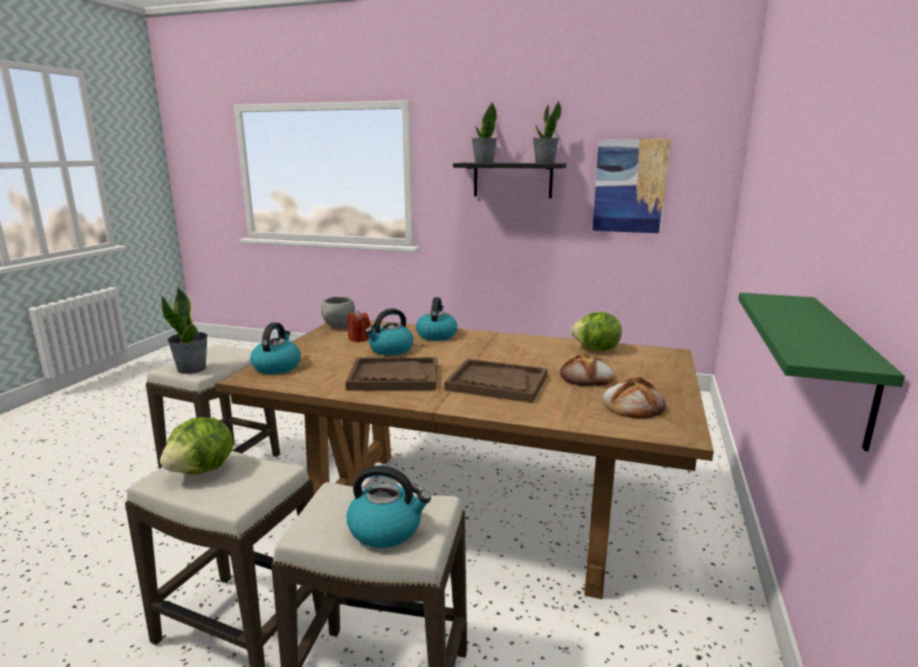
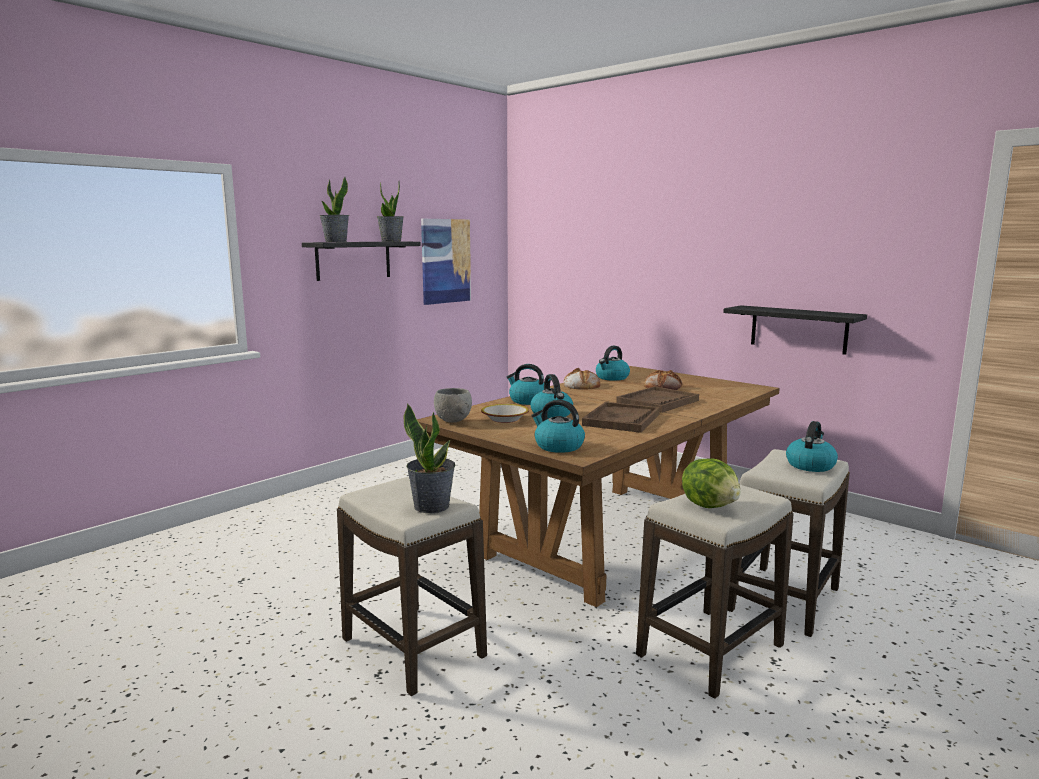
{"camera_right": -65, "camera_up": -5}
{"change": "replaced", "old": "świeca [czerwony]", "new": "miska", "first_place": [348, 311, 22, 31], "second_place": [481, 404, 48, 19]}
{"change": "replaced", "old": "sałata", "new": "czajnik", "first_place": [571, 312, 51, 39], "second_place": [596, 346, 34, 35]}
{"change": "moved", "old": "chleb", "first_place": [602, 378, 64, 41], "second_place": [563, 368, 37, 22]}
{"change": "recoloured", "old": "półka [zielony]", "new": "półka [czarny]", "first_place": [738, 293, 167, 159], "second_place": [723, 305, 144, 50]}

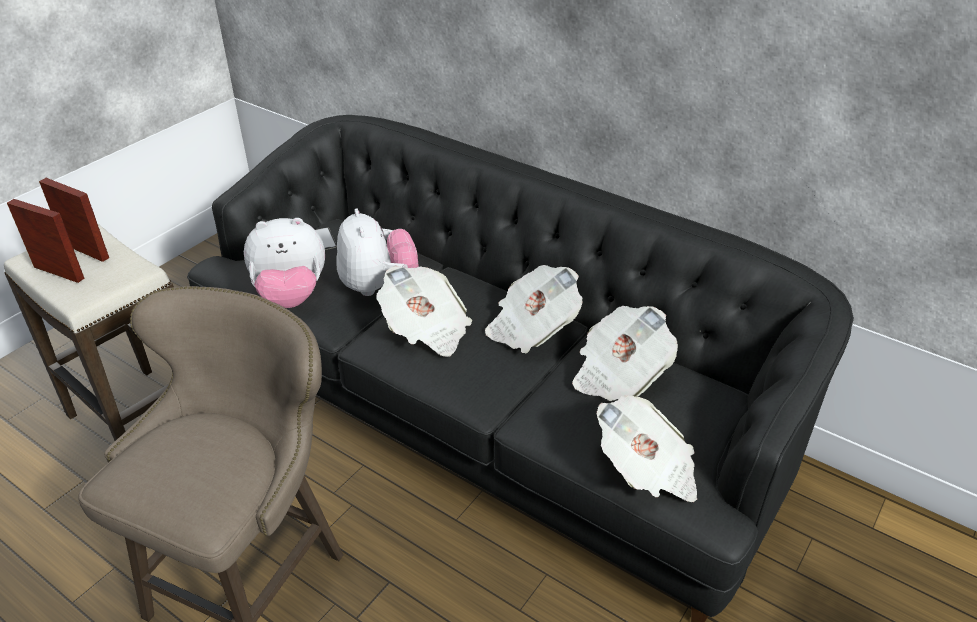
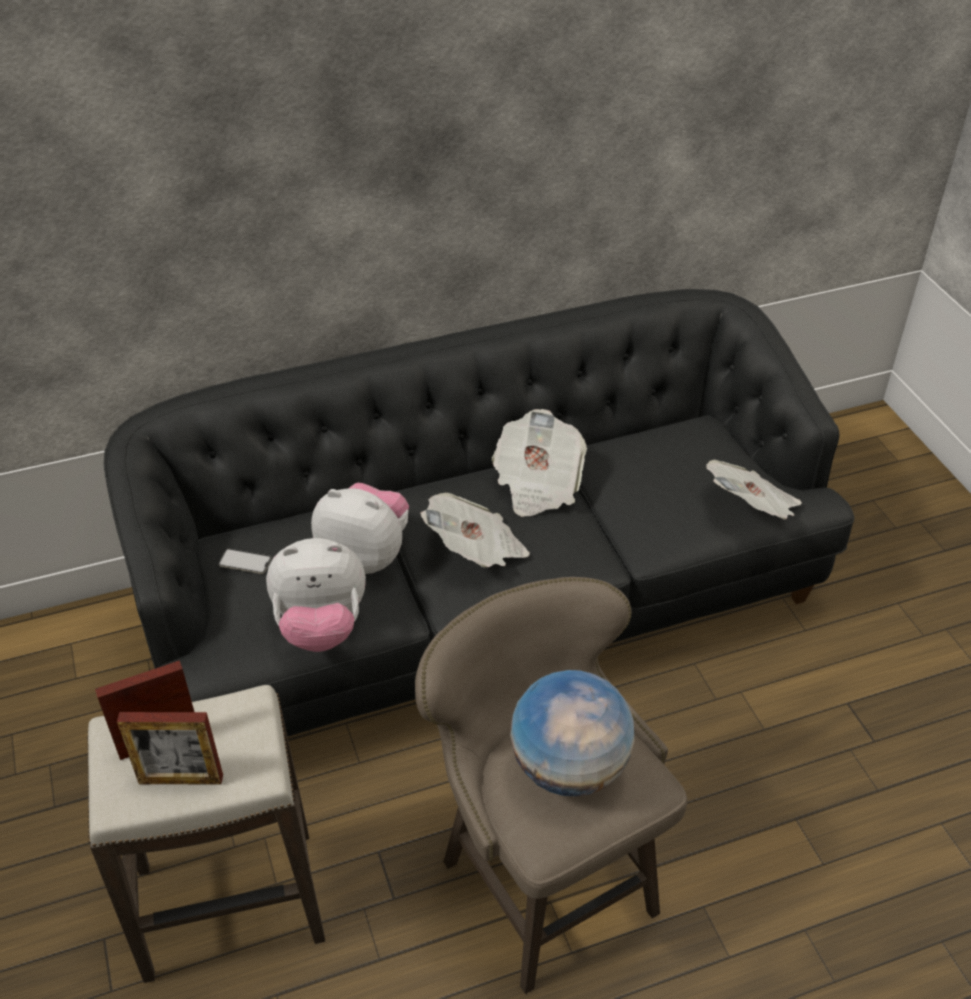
{"camera_right": -55, "camera_up": 5}
{"change": "turned", "old": "ramka na zdjęcie", "first_place": [7, 199, 77, 84], "second_place": [117, 712, 106, 73], "degrees": -150}
{"change": "turned", "old": "pluszak", "first_place": [244, 218, 81, 90], "second_place": [266, 538, 100, 114], "degrees": 60}
{"change": "removed", "old": "gazeta", "first_place": [572, 306, 106, 95]}
{"change": "added", "new": "globus", "second_place": [510, 670, 125, 126]}

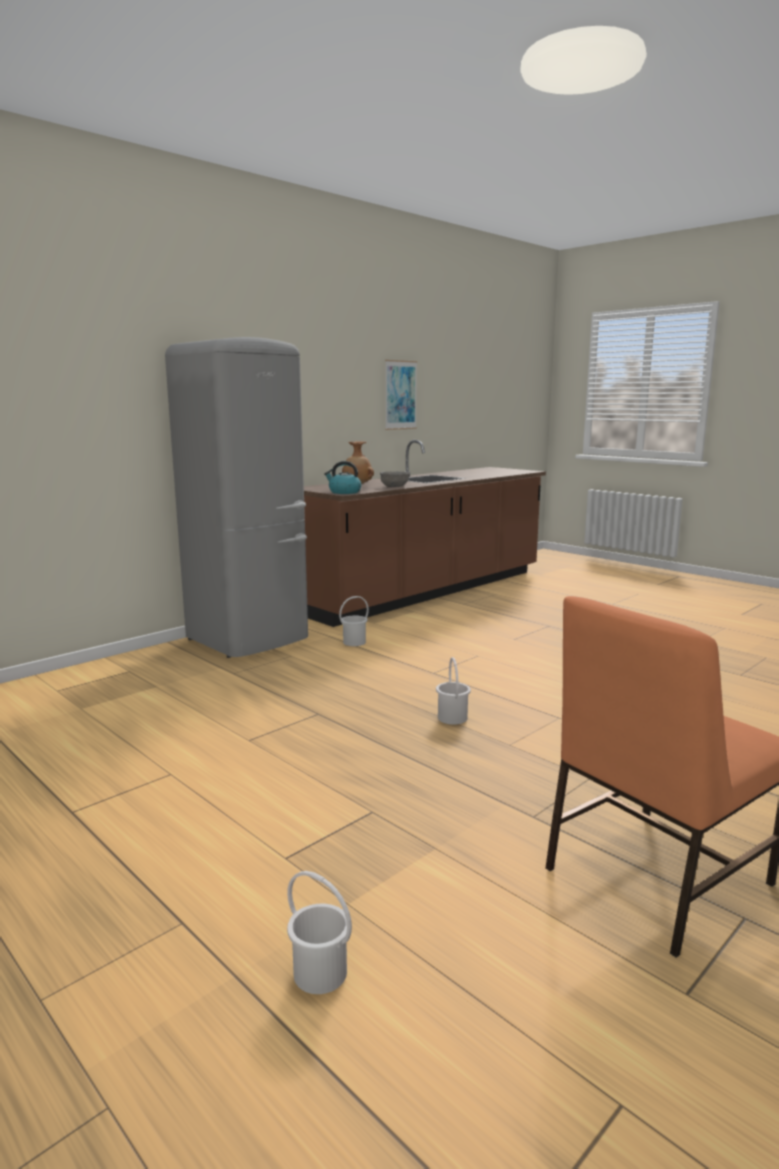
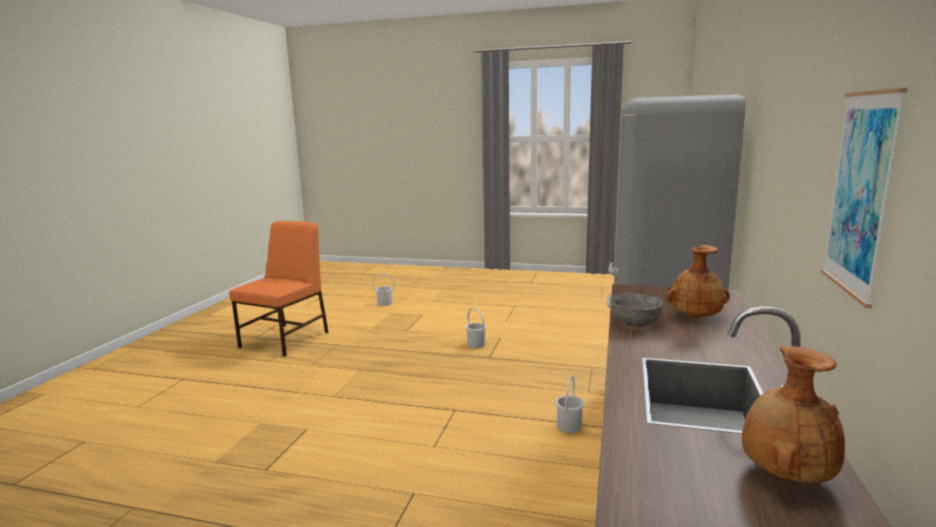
{"camera_right": 150, "camera_up": 0}
{"change": "removed", "old": "czajnik", "first_place": [324, 461, 37, 33]}
{"change": "moved", "old": "wiadro [biały]", "first_place": [436, 657, 35, 68], "second_place": [465, 308, 22, 40]}
{"change": "added", "new": "wazon [brązowy]", "second_place": [742, 346, 103, 137]}

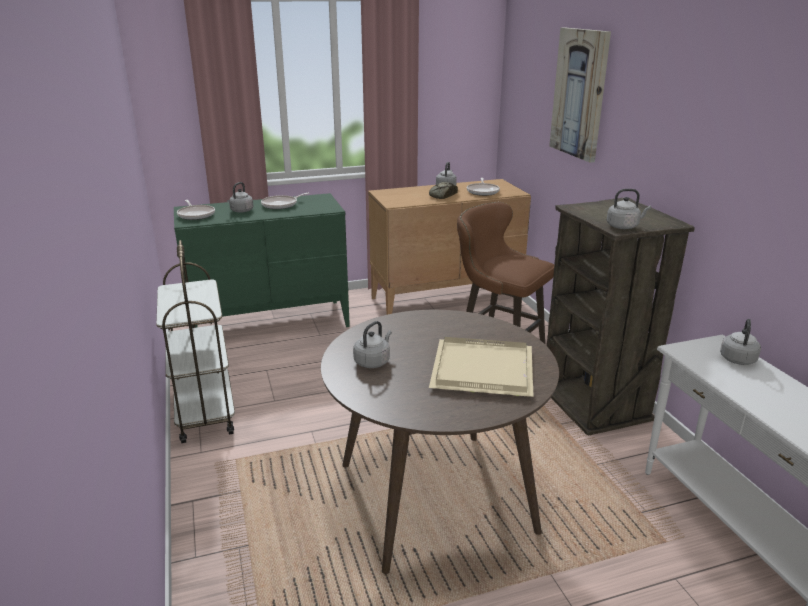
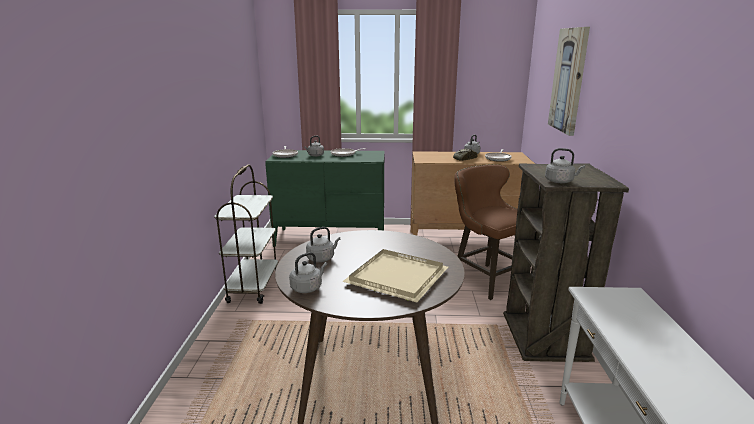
{"camera_right": 20, "camera_up": -5}
{"change": "moved", "old": "czajnik [szary]", "first_place": [720, 319, 41, 46], "second_place": [289, 252, 38, 41]}

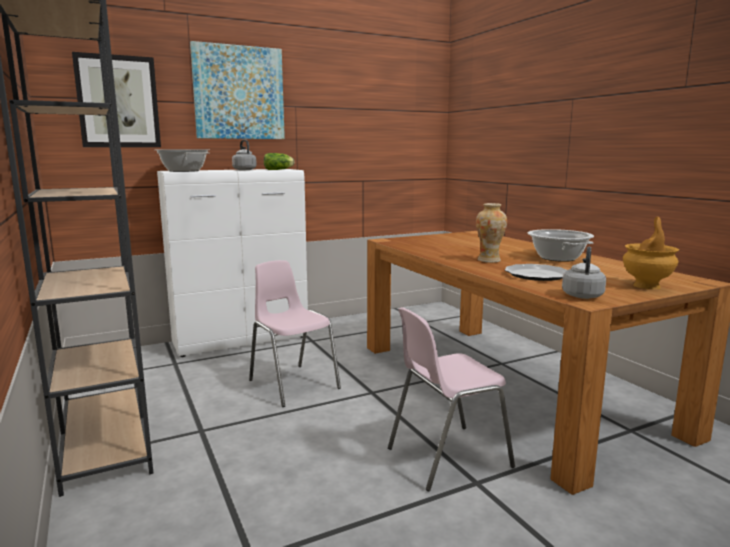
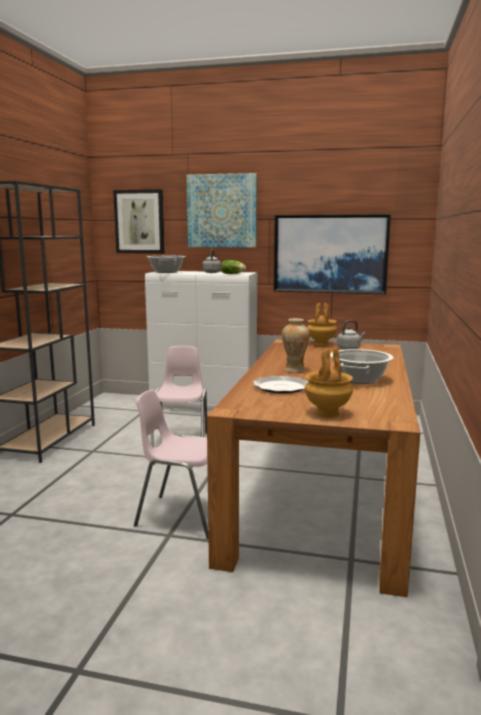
{"camera_right": 40, "camera_up": 0}
{"change": "moved", "old": "czajnik [szary]", "first_place": [562, 247, 44, 52], "second_place": [337, 320, 28, 30]}
{"change": "added", "new": "obraz", "second_place": [274, 214, 117, 80]}
{"change": "added", "new": "wazon [brązowy]", "second_place": [307, 303, 30, 43]}

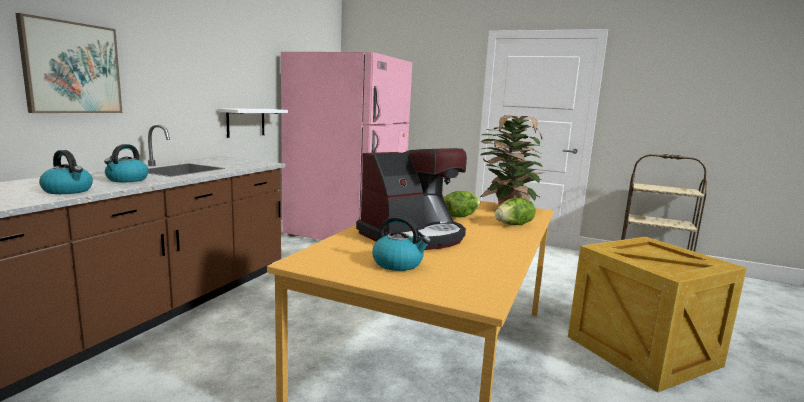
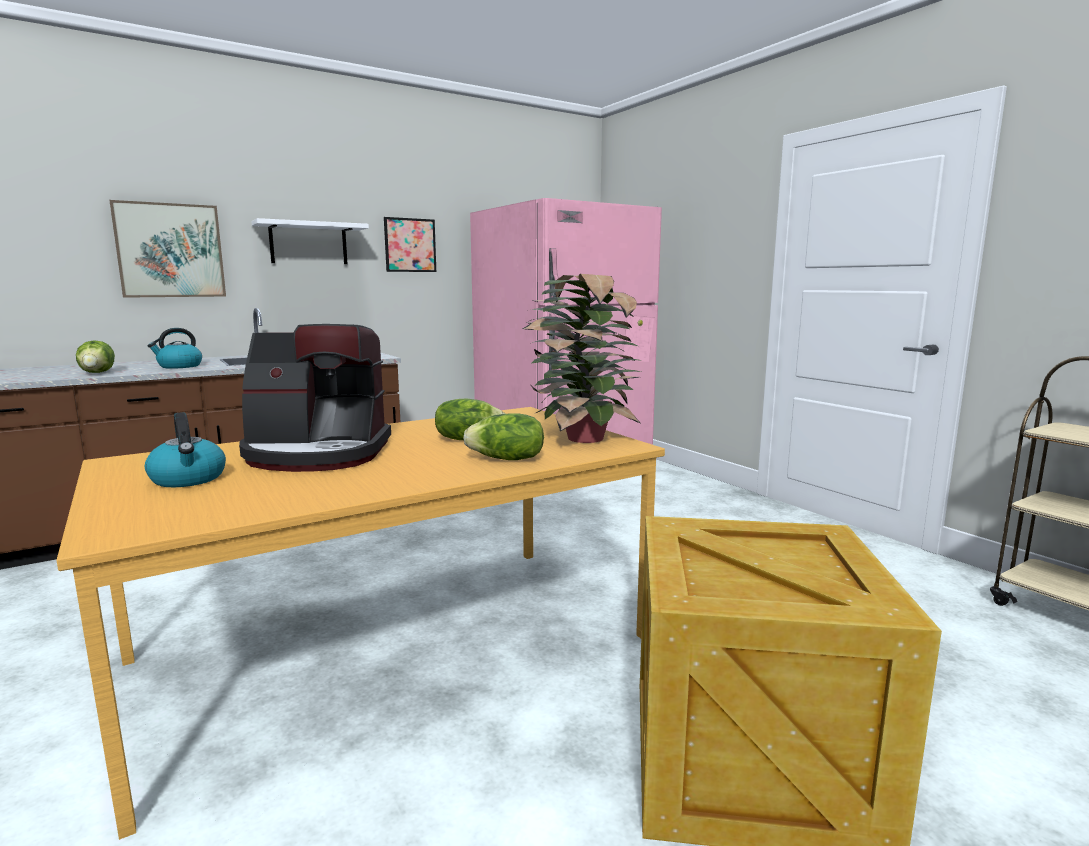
{"camera_right": 35, "camera_up": 0}
{"change": "replaced", "old": "czajnik", "new": "sałata", "first_place": [39, 150, 54, 44], "second_place": [76, 340, 39, 33]}
{"change": "moved", "old": "półka [biały]", "first_place": [218, 108, 70, 30], "second_place": [251, 218, 118, 46]}
{"change": "added", "new": "obraz", "second_place": [384, 217, 52, 55]}

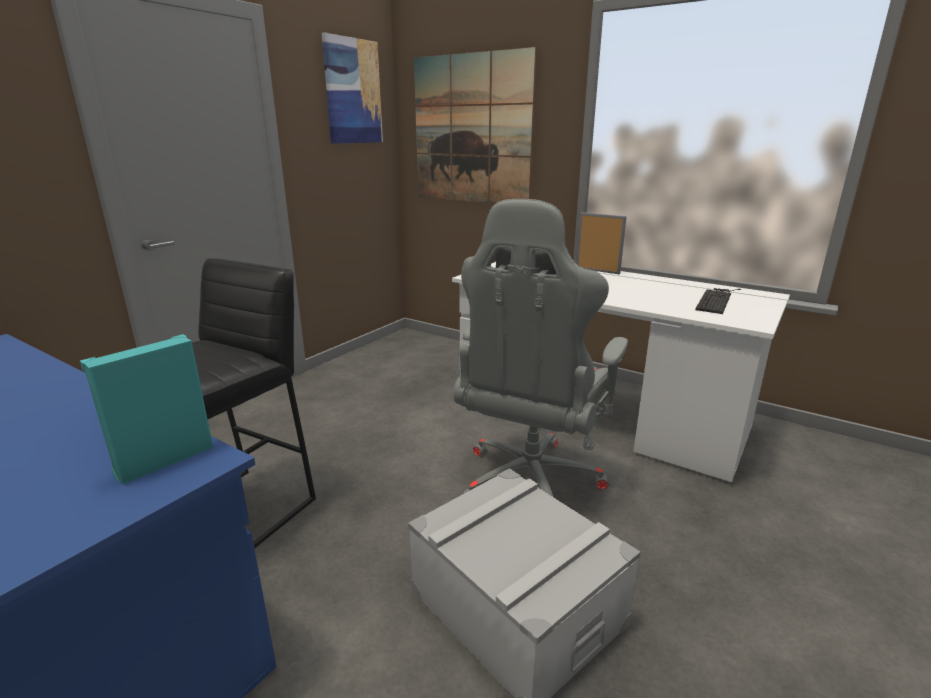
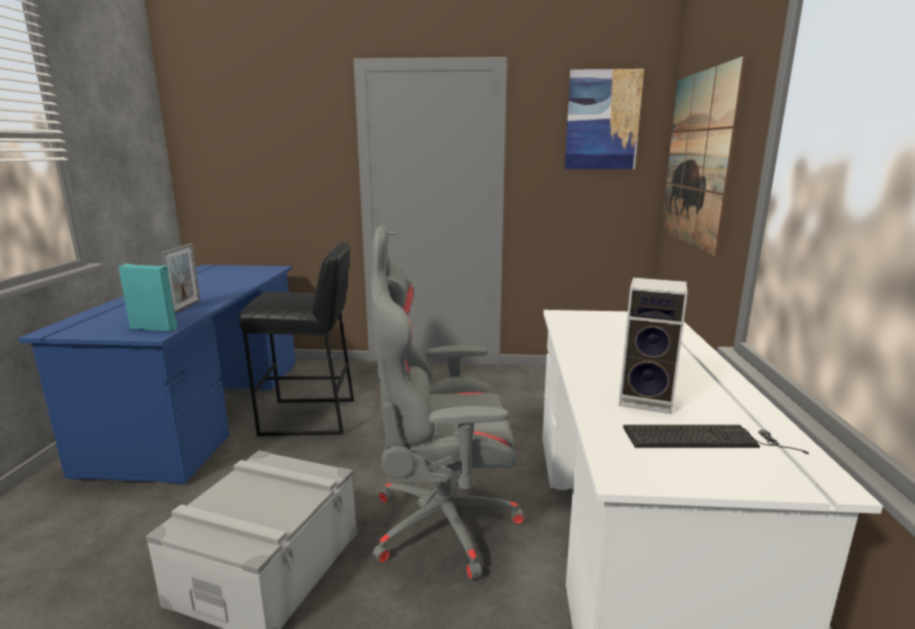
{"camera_right": 60, "camera_up": -5}
{"change": "moved", "old": "ramka na zdjęcie", "first_place": [576, 212, 51, 62], "second_place": [161, 243, 39, 71]}
{"change": "added", "new": "głośnik", "second_place": [619, 277, 69, 137]}

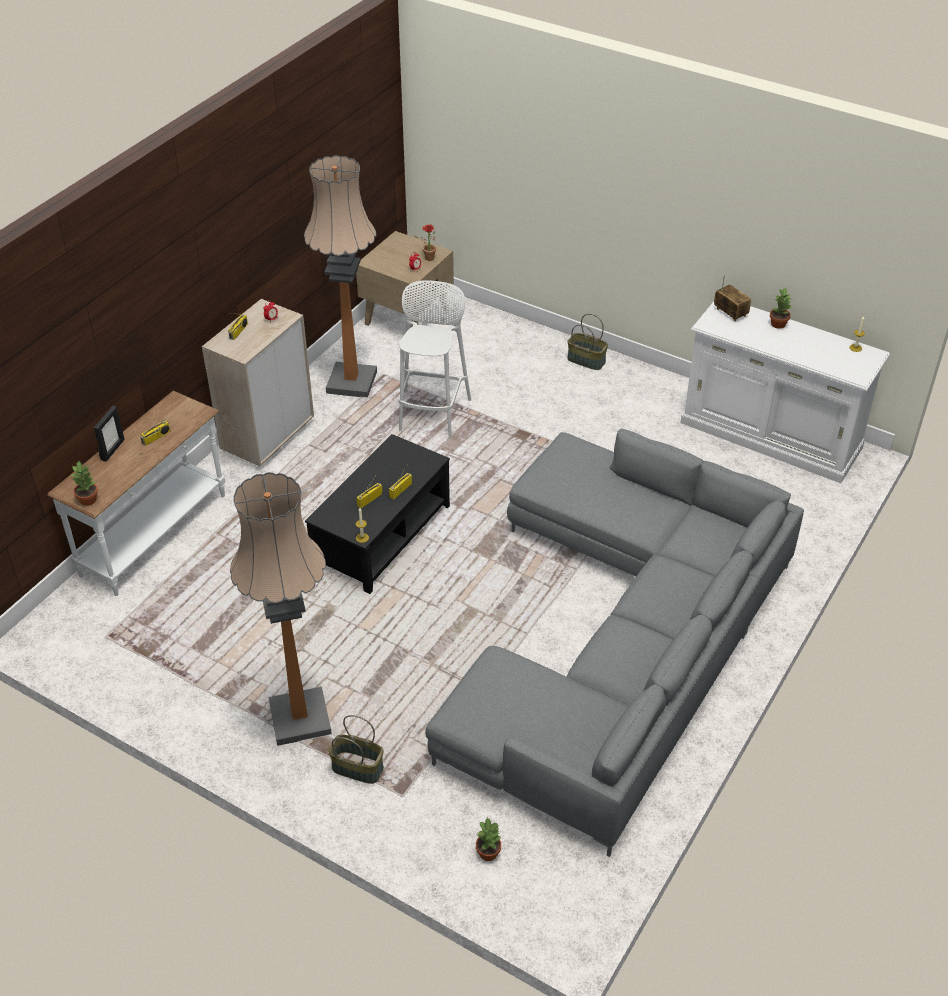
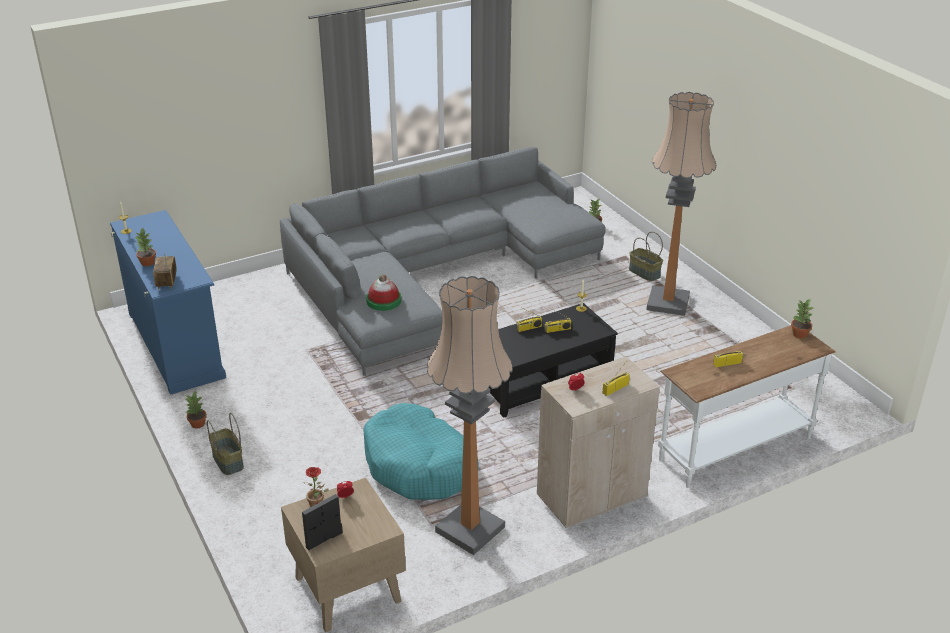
{"camera_right": -150, "camera_up": -10}
{"change": "moved", "old": "ramka na zdjęcie", "first_place": [94, 406, 31, 56], "second_place": [302, 494, 41, 56]}
{"change": "replaced", "old": "stołek [biały]", "new": "legowisko [turkusowy]", "first_place": [399, 280, 72, 158], "second_place": [363, 403, 116, 97]}
{"change": "recoloured", "old": "szafka [biały]", "new": "szafka [niebieski]", "first_place": [680, 302, 210, 181], "second_place": [110, 210, 116, 185]}
{"change": "added", "new": "roślina doniczkowa", "second_place": [186, 391, 21, 38]}
{"change": "added", "new": "kapelusz", "second_place": [366, 274, 35, 37]}

